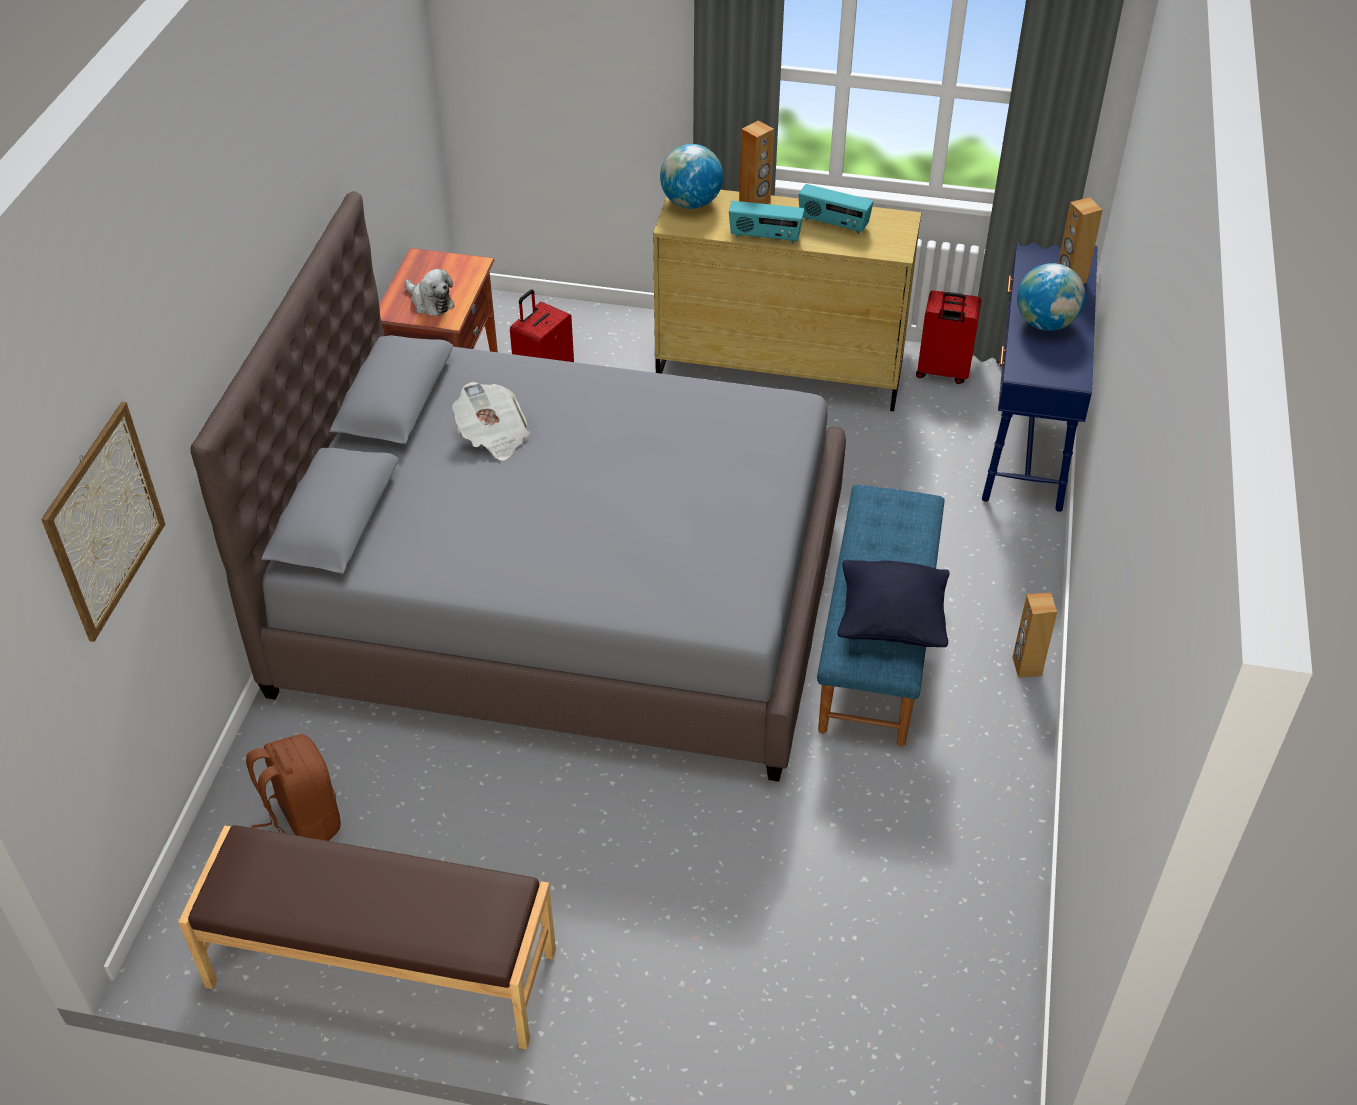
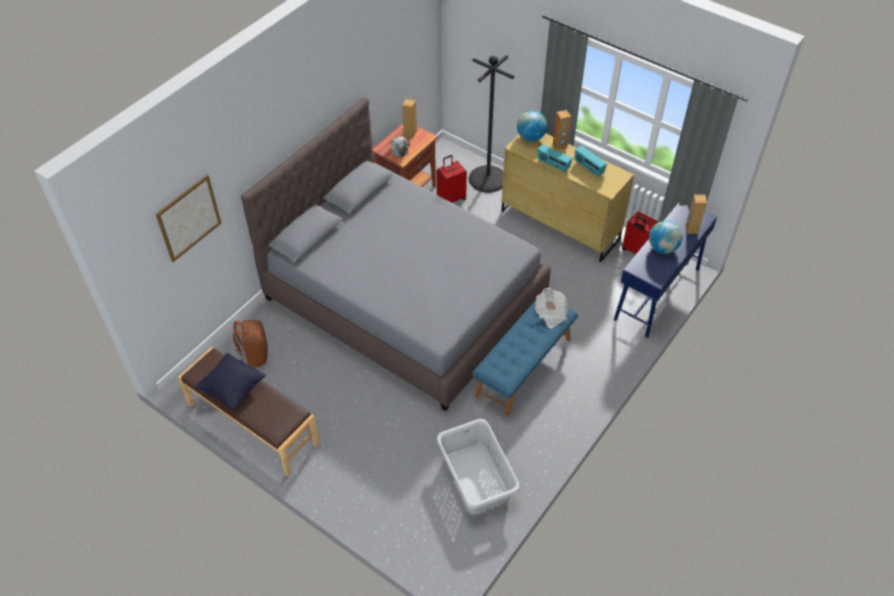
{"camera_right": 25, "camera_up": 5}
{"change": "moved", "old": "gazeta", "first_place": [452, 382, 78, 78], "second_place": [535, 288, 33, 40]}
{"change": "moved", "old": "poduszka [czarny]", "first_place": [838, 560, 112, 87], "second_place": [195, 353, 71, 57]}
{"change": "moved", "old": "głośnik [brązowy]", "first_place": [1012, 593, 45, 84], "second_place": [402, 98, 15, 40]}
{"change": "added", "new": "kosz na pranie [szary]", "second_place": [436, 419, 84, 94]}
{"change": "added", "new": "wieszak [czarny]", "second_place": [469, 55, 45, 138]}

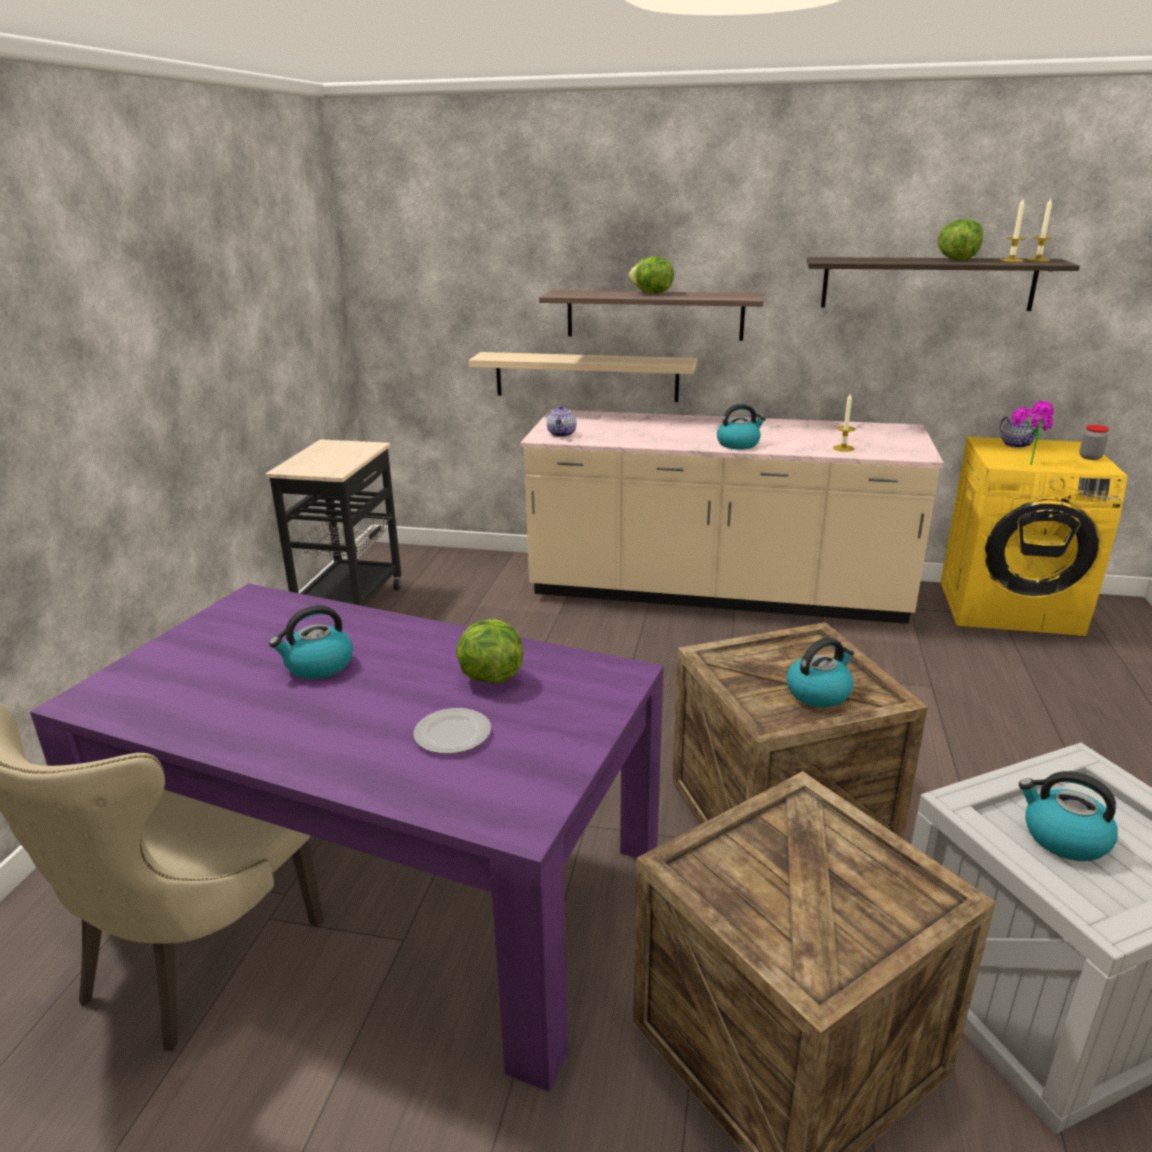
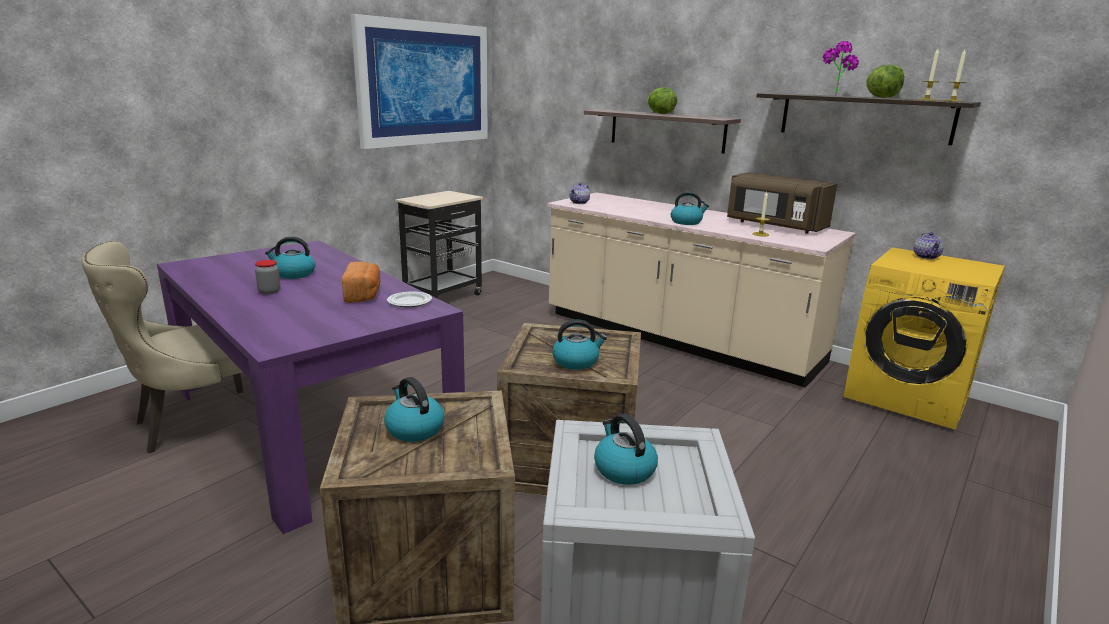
{"camera_right": 25, "camera_up": -5}
{"change": "moved", "old": "talerz", "first_place": [413, 708, 78, 46], "second_place": [387, 292, 45, 15]}
{"change": "replaced", "old": "sałata", "new": "chleb", "first_place": [456, 619, 67, 64], "second_place": [342, 262, 39, 41]}
{"change": "removed", "old": "półka [beżowy]", "first_place": [469, 352, 228, 50]}
{"change": "moved", "old": "roślina doniczkowa", "first_place": [1011, 401, 43, 64], "second_place": [822, 41, 37, 55]}
{"change": "moved", "old": "słoik", "first_place": [1079, 425, 30, 35], "second_place": [255, 260, 26, 34]}
{"change": "added", "new": "obraz", "second_place": [351, 14, 137, 135]}
{"change": "added", "new": "czajnik", "second_place": [384, 377, 61, 65]}
{"change": "added", "new": "mikrofalówka [brązowy]", "second_place": [727, 172, 110, 62]}

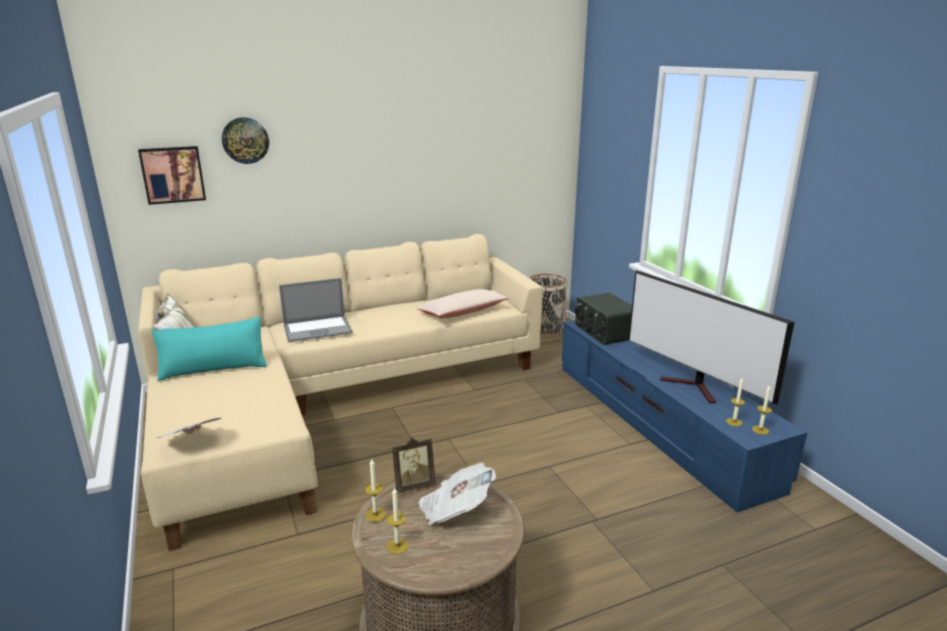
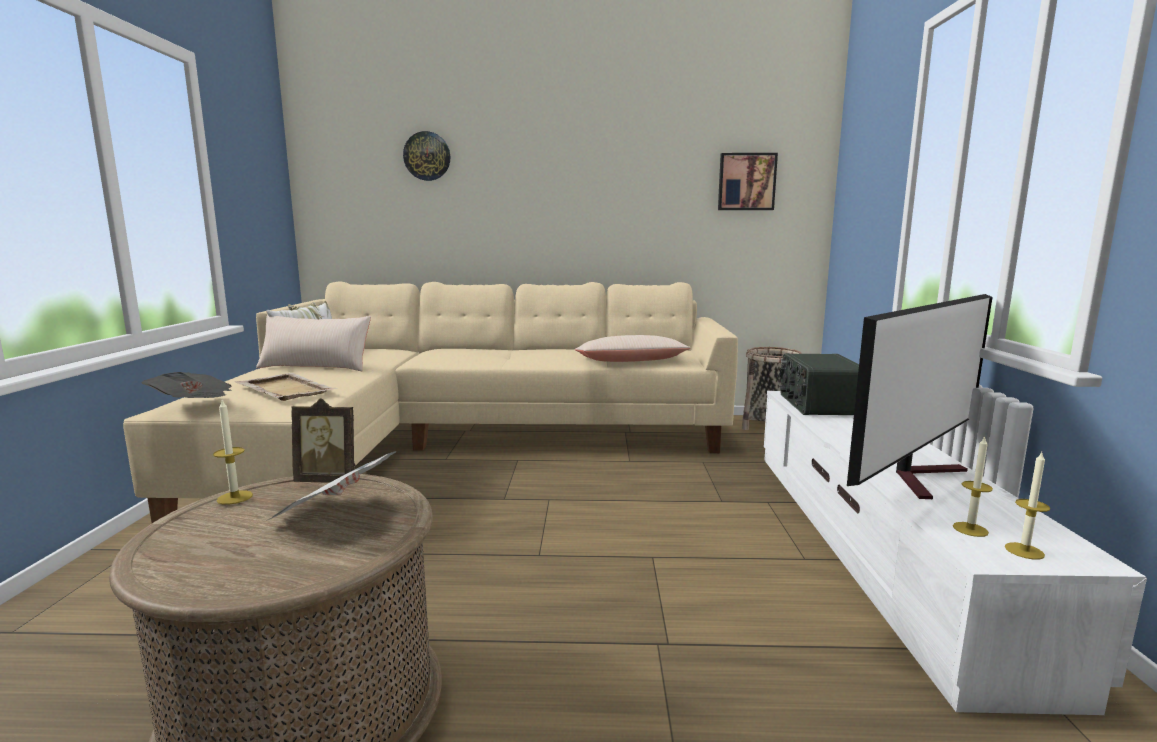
{"camera_right": 25, "camera_up": -10}
{"change": "moved", "old": "obraz", "first_place": [138, 146, 68, 59], "second_place": [718, 153, 60, 57]}
{"change": "recoloured", "old": "poduszka [turkusowy]", "new": "poduszka [beżowy]", "first_place": [152, 316, 115, 65], "second_place": [256, 314, 115, 57]}
{"change": "removed", "old": "laptop", "first_place": [279, 278, 73, 64]}
{"change": "removed", "old": "świeca", "first_place": [387, 487, 22, 67]}
{"change": "recoloured", "old": "szafka pod telewizor [niebieski]", "new": "szafka pod telewizor [biały]", "first_place": [562, 320, 245, 193], "second_place": [764, 391, 383, 324]}
{"change": "turned", "old": "telewizor", "first_place": [629, 270, 166, 135], "second_place": [847, 294, 145, 205], "degrees": -120}
{"change": "added", "new": "taca [beżowy]", "second_place": [235, 373, 103, 28]}

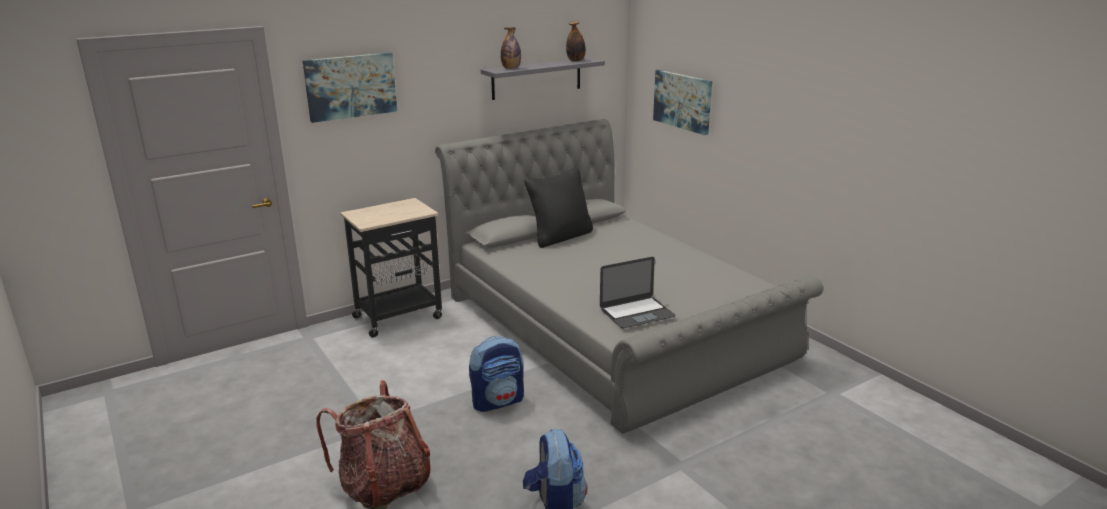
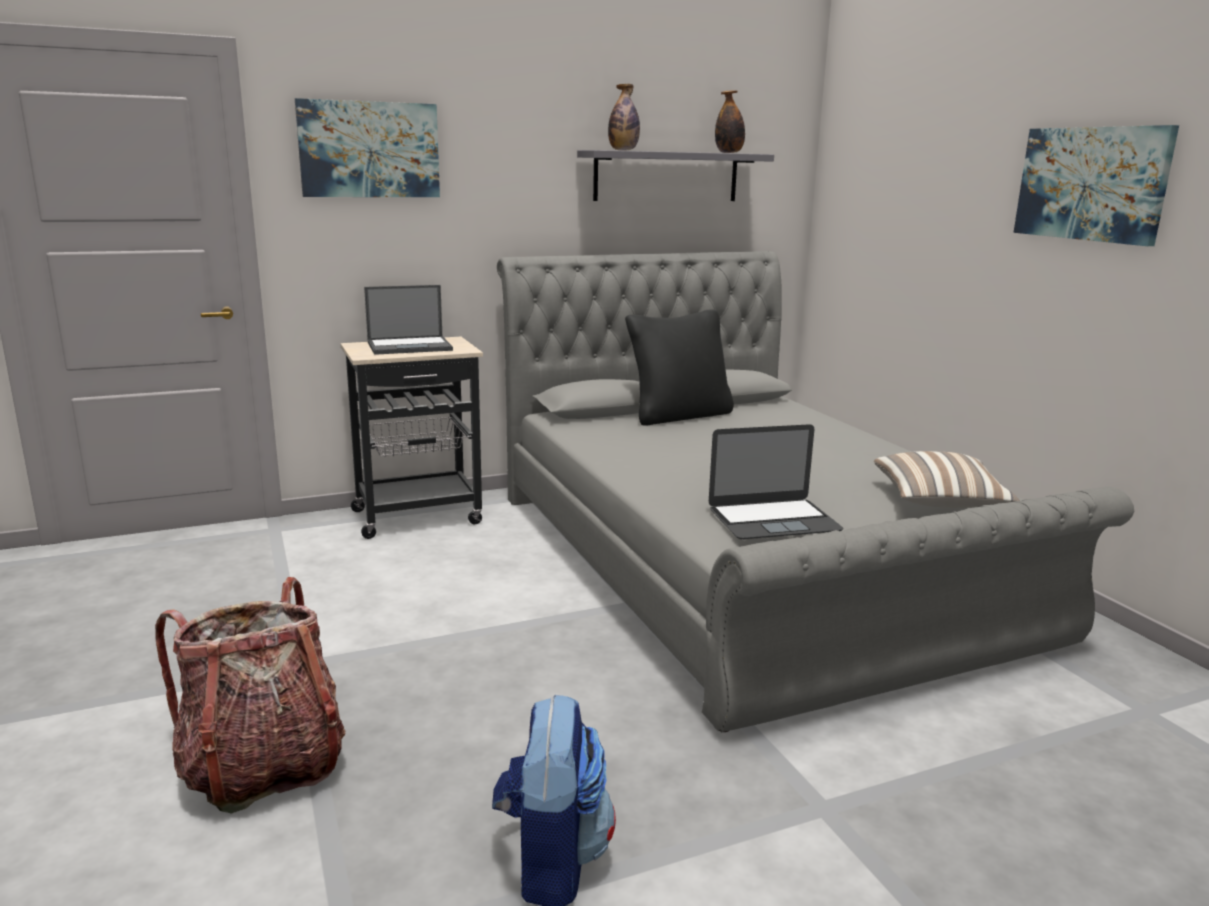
{"camera_right": 10, "camera_up": -5}
{"change": "removed", "old": "plecak", "first_place": [469, 336, 55, 76]}
{"change": "moved", "old": "obraz", "first_place": [653, 70, 59, 65], "second_place": [1013, 125, 166, 121]}
{"change": "added", "new": "laptop", "second_place": [364, 285, 89, 70]}
{"change": "added", "new": "poduszka", "second_place": [874, 451, 146, 57]}

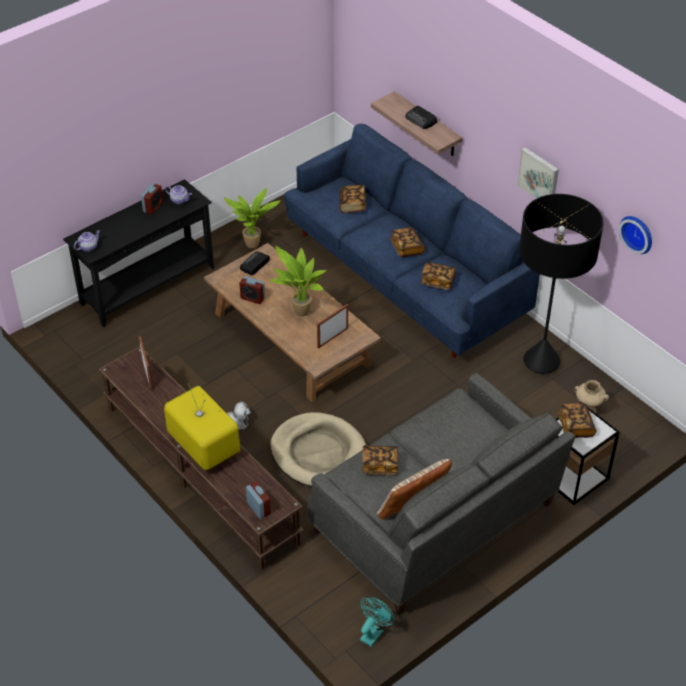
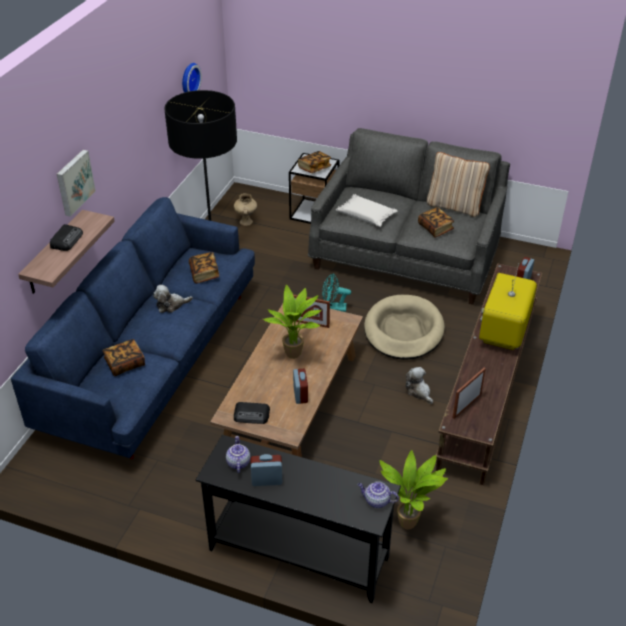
{"camera_right": -120, "camera_up": -5}
{"change": "moved", "old": "roślina doniczkowa", "first_place": [224, 188, 57, 61], "second_place": [380, 450, 68, 79]}
{"change": "moved", "old": "wentylator [turkusowy]", "first_place": [360, 597, 35, 50], "second_place": [322, 273, 29, 39]}
{"change": "replaced", "old": "książka", "new": "pluszak", "first_place": [390, 227, 35, 30], "second_place": [153, 285, 40, 28]}
{"change": "moved", "old": "obraz", "first_place": [517, 147, 42, 52], "second_place": [57, 150, 39, 67]}
{"change": "added", "new": "poduszka [biały]", "second_place": [336, 194, 62, 33]}

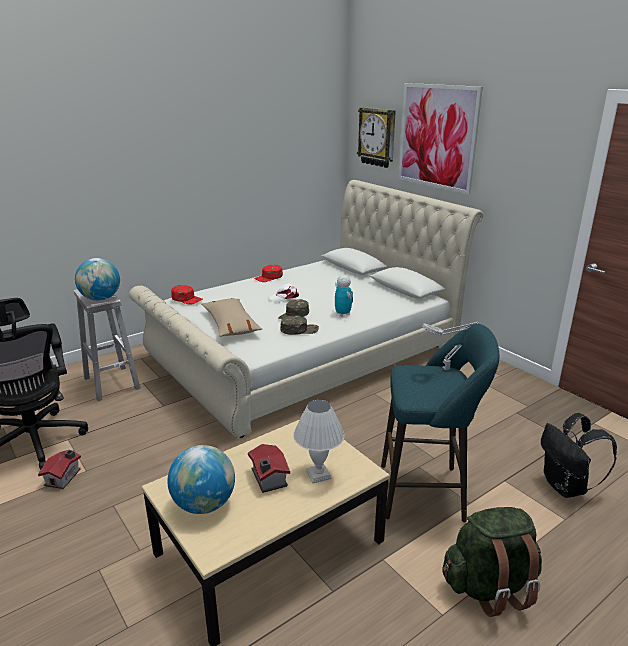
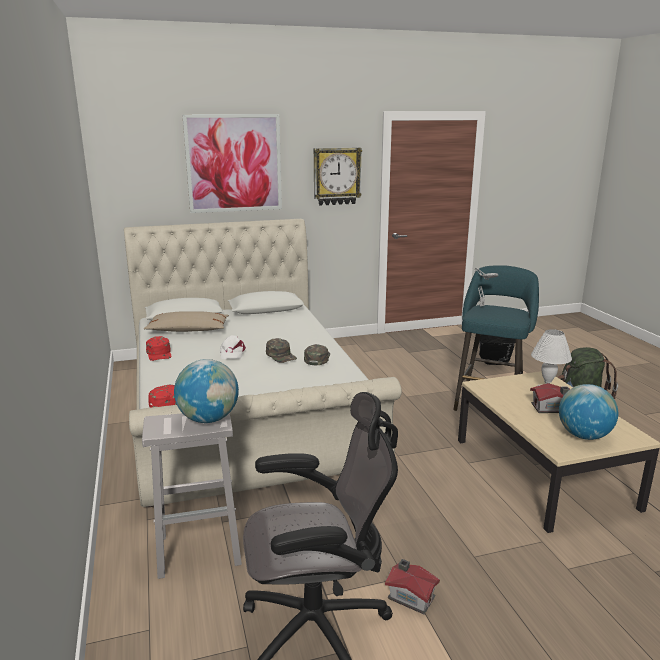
{"camera_right": -70, "camera_up": -5}
{"change": "moved", "old": "poduszka [beżowy]", "first_place": [201, 298, 61, 39], "second_place": [144, 311, 85, 21]}
{"change": "removed", "old": "robot zabawkowy", "first_place": [335, 275, 18, 41]}
{"change": "moved", "old": "zegar ścienny", "first_place": [357, 107, 39, 61], "second_place": [314, 148, 48, 58]}

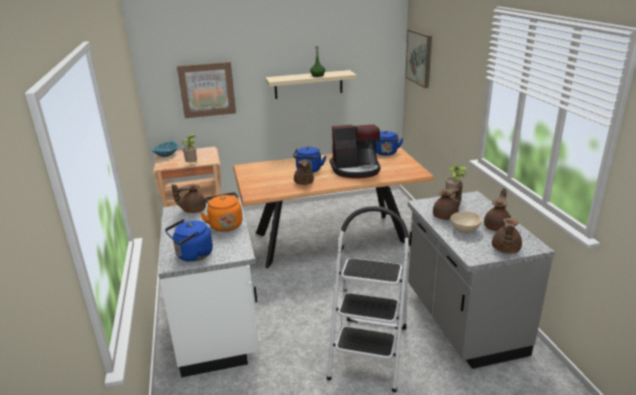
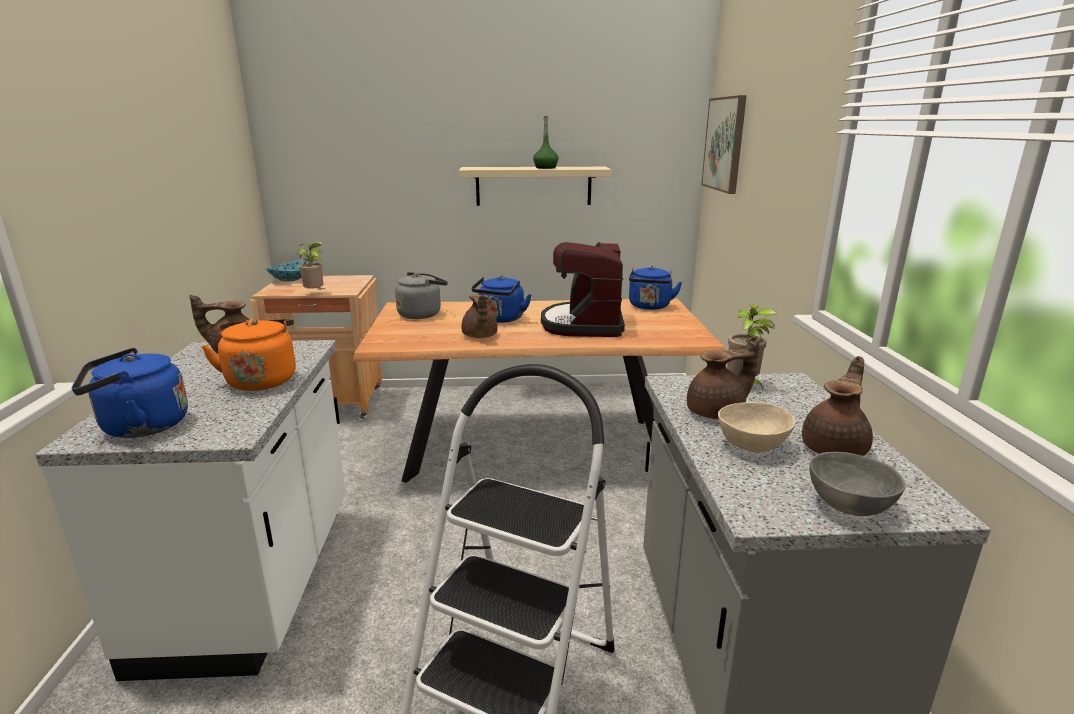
{"camera_right": 10, "camera_up": -5}
{"change": "removed", "old": "obraz", "first_place": [177, 62, 59, 56]}
{"change": "turned", "old": "ekspres do kawy", "first_place": [330, 124, 51, 54], "second_place": [541, 242, 84, 95], "degrees": 90}
{"change": "replaced", "old": "imbryk [brązowy]", "new": "miska [szary]", "first_place": [492, 218, 30, 36], "second_place": [809, 452, 97, 64]}
{"change": "added", "new": "czajnik [szary]", "second_place": [395, 272, 53, 47]}

